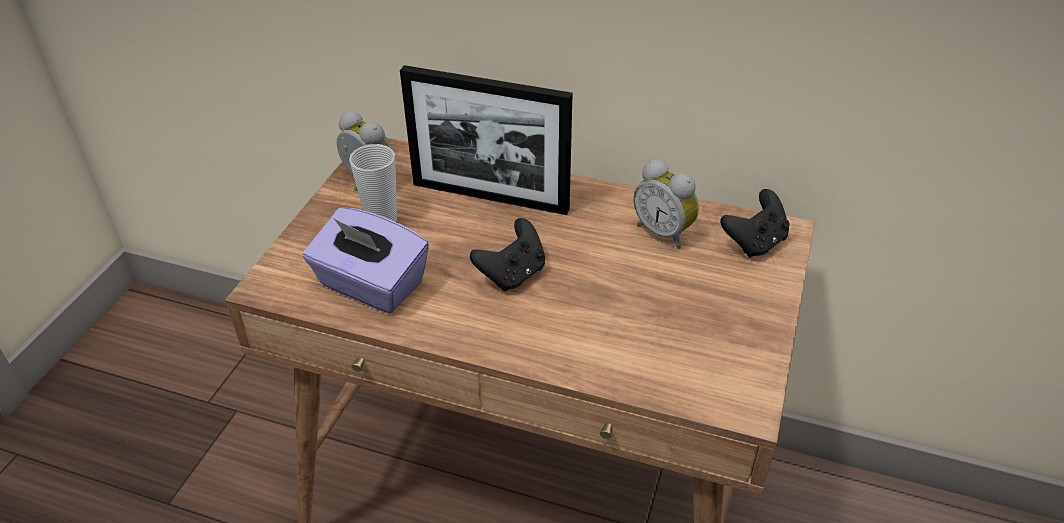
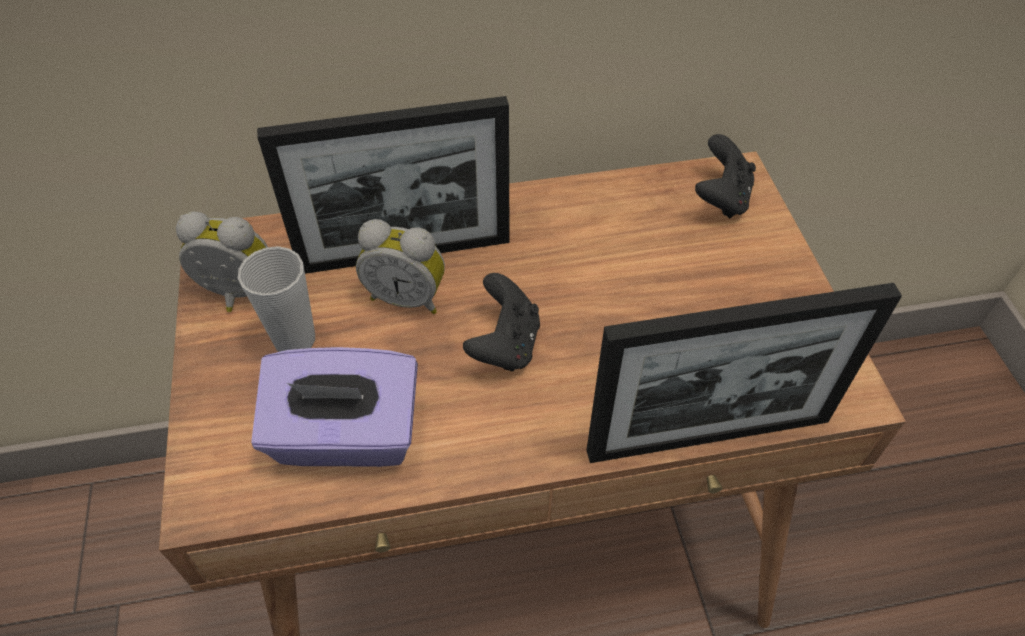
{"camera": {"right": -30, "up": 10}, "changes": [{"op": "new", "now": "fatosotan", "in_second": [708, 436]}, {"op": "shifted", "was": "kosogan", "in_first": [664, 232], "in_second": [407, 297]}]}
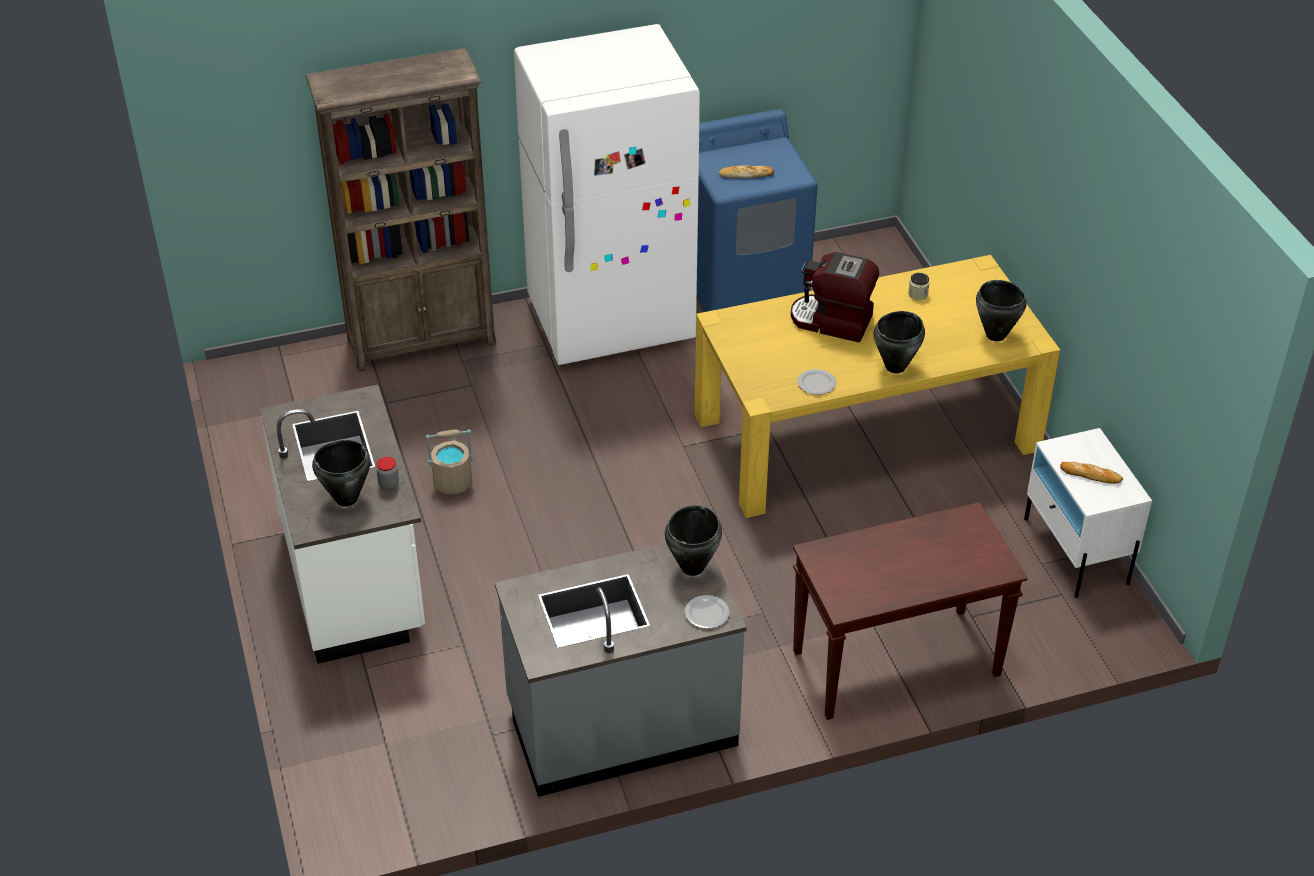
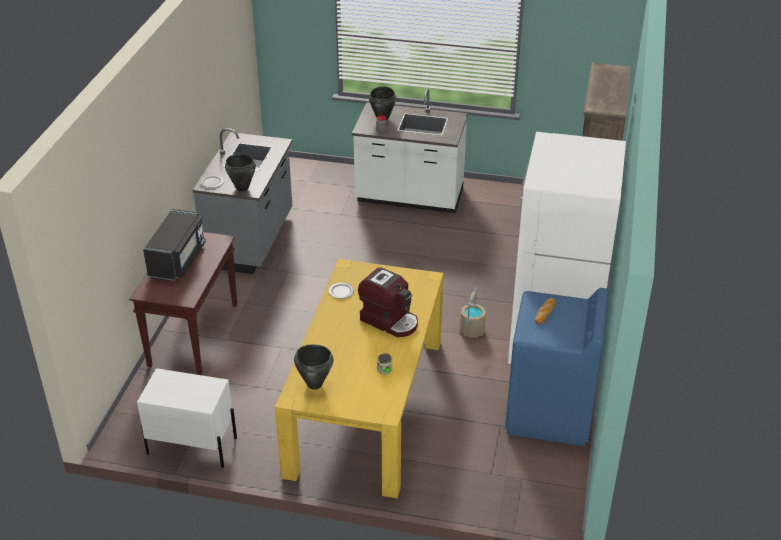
{"camera": {"right": 120, "up": -5}, "changes": [{"op": "gone", "was": "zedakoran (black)", "in_first": [896, 367]}, {"op": "gone", "was": "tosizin", "in_first": [1091, 475]}, {"op": "new", "now": "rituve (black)", "in_second": [177, 260]}, {"op": "shifted", "was": "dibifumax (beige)", "in_first": [452, 482], "in_second": [472, 330]}, {"op": "rotated", "was": "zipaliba", "in_first": [831, 322], "in_second": [390, 320], "clockwise": 75}]}
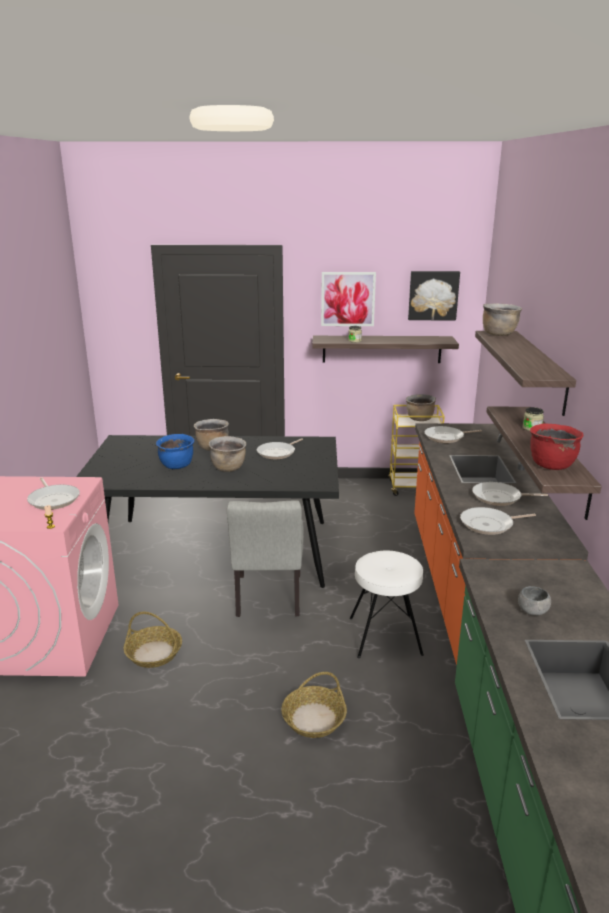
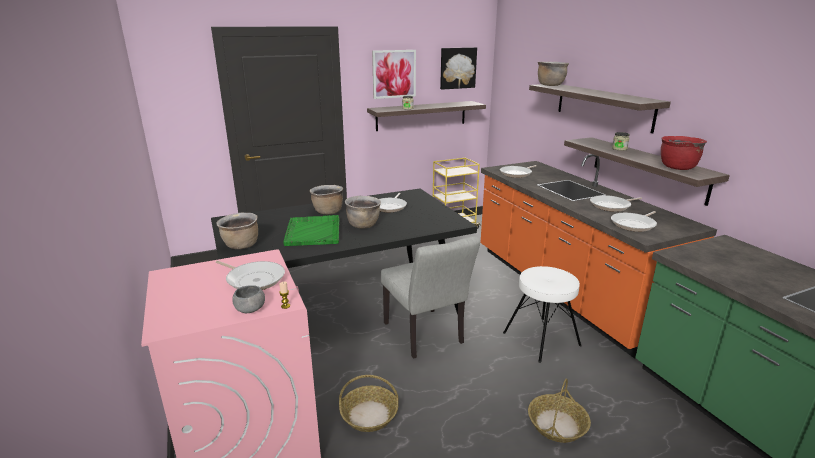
{"camera": {"right": -25, "up": 0}, "changes": [{"op": "shifted", "was": "zedakoran (brown)", "in_first": [419, 419], "in_second": [241, 246]}, {"op": "shifted", "was": "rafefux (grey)", "in_first": [532, 611], "in_second": [250, 309]}, {"op": "swapped", "was": "zedakoran (blue)", "now": "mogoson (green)", "in_first": [177, 466], "in_second": [313, 231]}]}
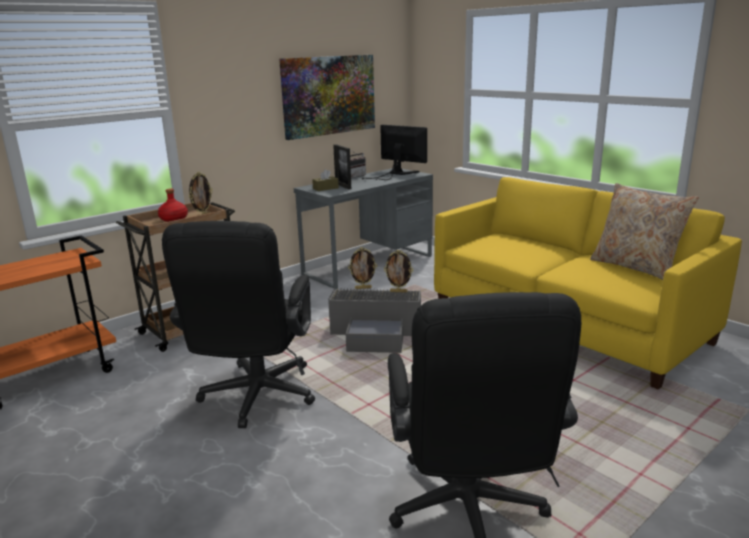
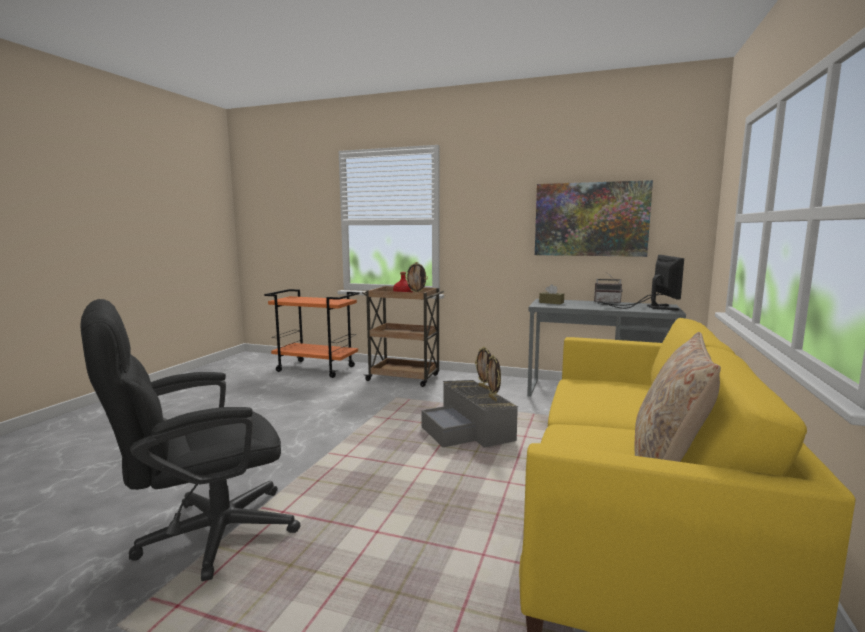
{"camera": {"right": 60, "up": -10}, "changes": [{"op": "gone", "was": "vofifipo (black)", "in_first": [255, 399]}, {"op": "gone", "was": "fatosotan", "in_first": [343, 186]}]}
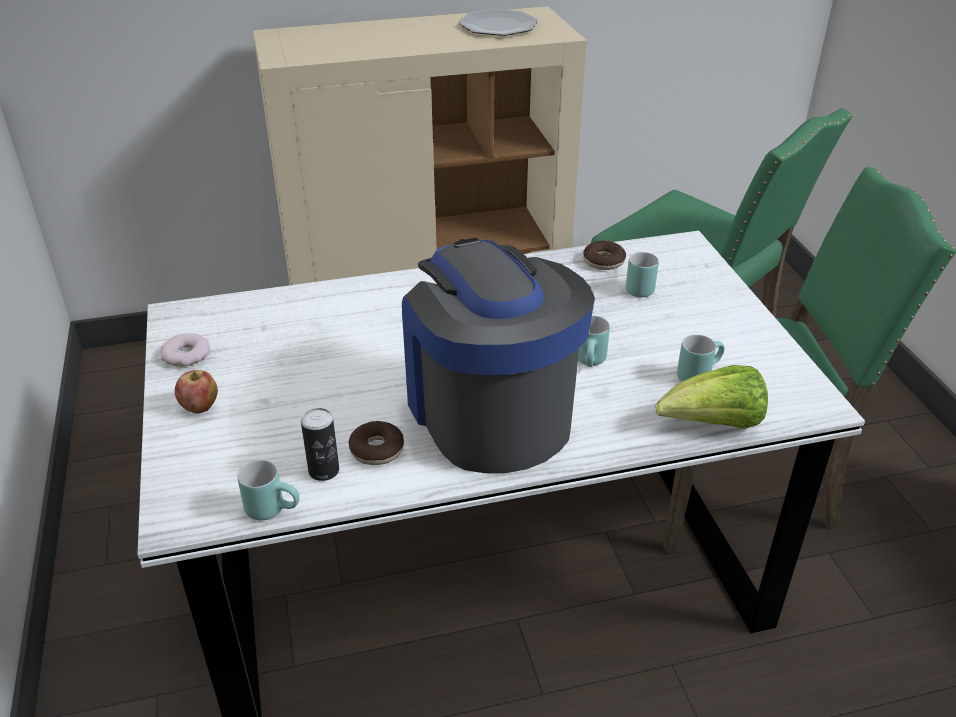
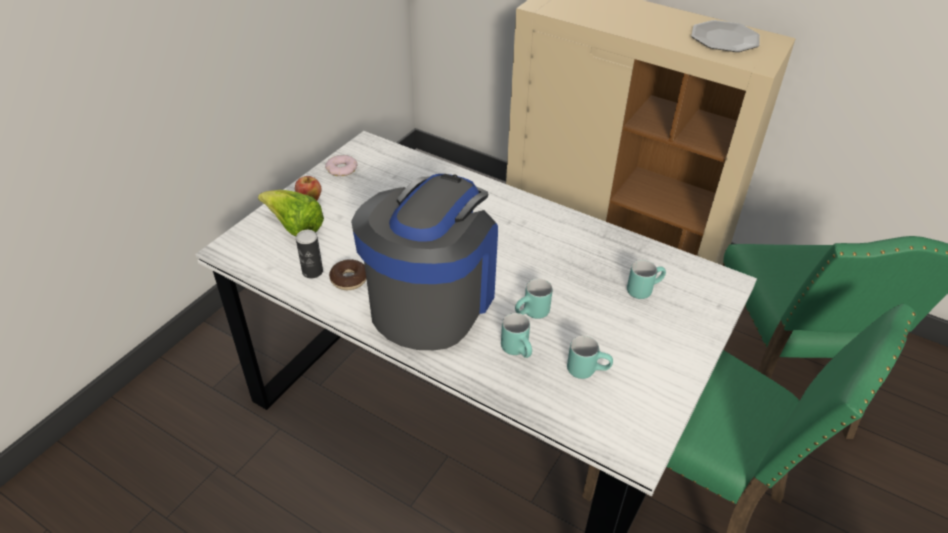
{"camera": {"right": 45, "up": 5}, "changes": [{"op": "gone", "was": "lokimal", "in_first": [603, 261]}, {"op": "shifted", "was": "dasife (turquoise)", "in_first": [274, 508], "in_second": [519, 350]}, {"op": "shifted", "was": "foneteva", "in_first": [713, 424], "in_second": [295, 228]}]}
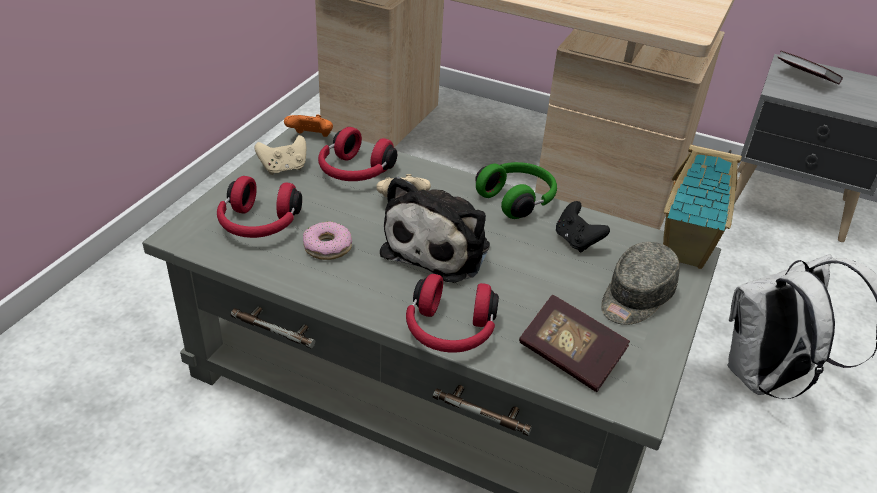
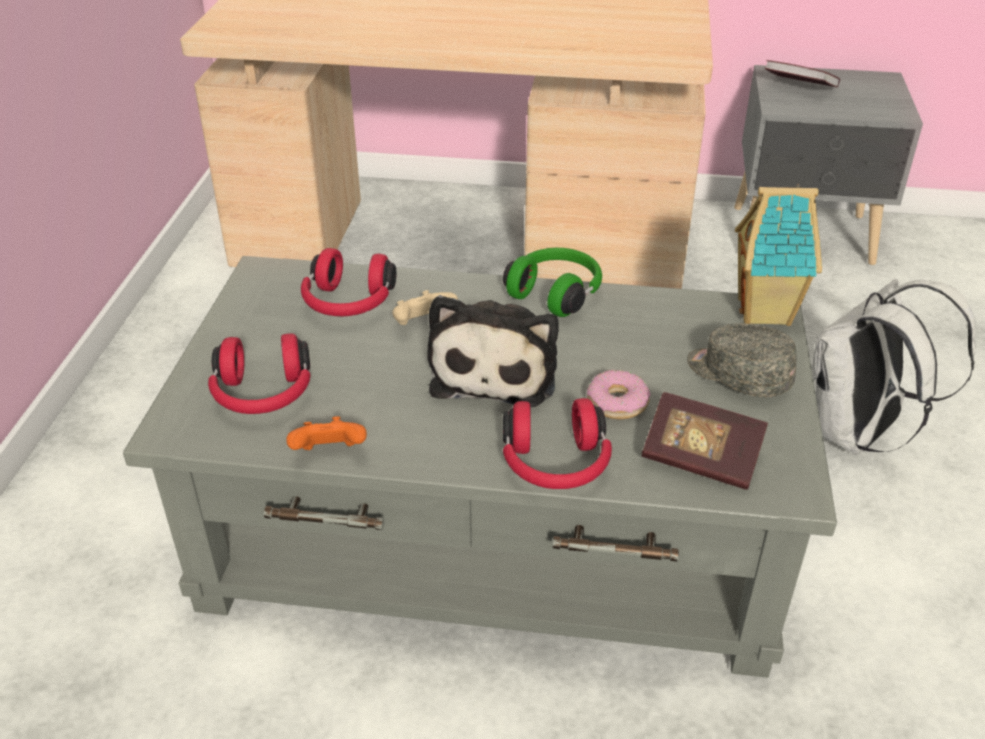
{"camera": {"right": -15, "up": 0}, "changes": [{"op": "gone", "was": "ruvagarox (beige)", "in_first": [284, 168]}, {"op": "gone", "was": "ruvagarox (black)", "in_first": [576, 241]}, {"op": "shifted", "was": "ruvagarox (orange)", "in_first": [311, 138], "in_second": [329, 453]}, {"op": "shifted", "was": "lokimal", "in_first": [327, 247], "in_second": [617, 402]}, {"op": "rotated", "was": "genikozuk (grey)", "in_first": [635, 298], "in_second": [737, 375], "clockwise": 105}]}
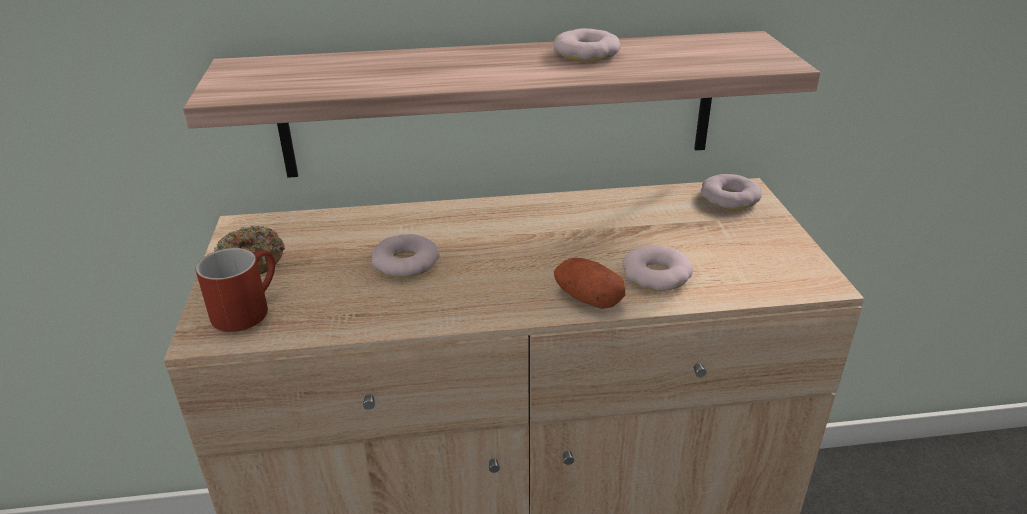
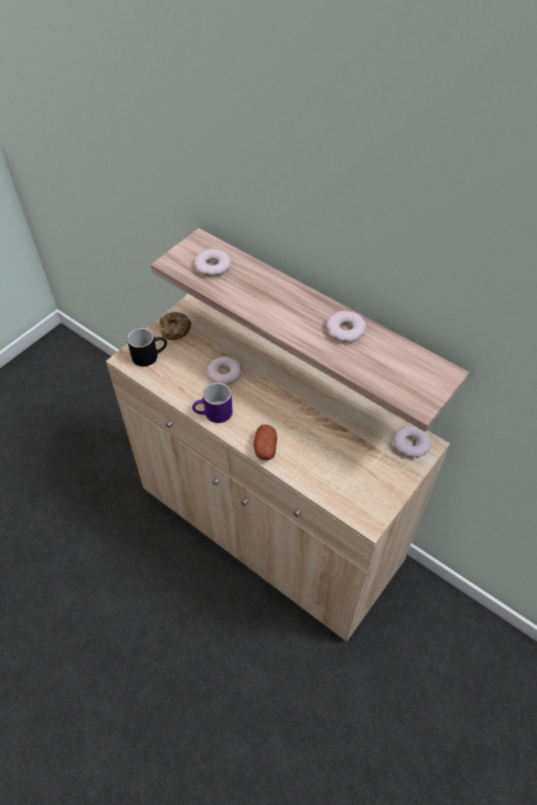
{"camera": {"right": 45, "up": 20}, "changes": [{"op": "new", "now": "dasife (purple)", "in_second": [213, 414]}, {"op": "shifted", "was": "lokimal", "in_first": [656, 275], "in_second": [212, 266]}, {"op": "repainted", "was": "dasife (red)", "now": "dasife (black)", "in_first": [247, 308], "in_second": [150, 355]}]}
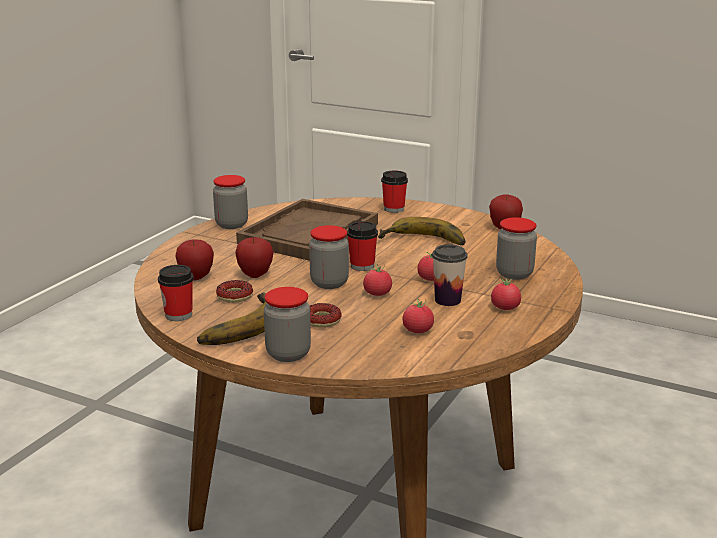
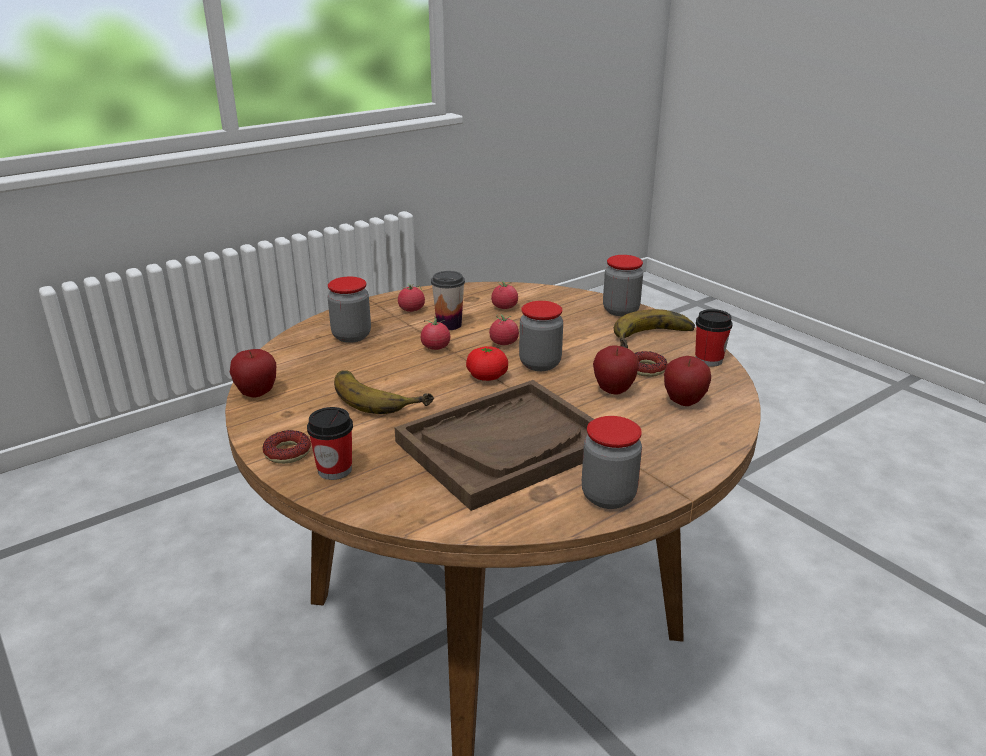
{"camera": {"right": -155, "up": 5}, "changes": [{"op": "shifted", "was": "lokimal", "in_first": [322, 320], "in_second": [287, 453]}, {"op": "swapped", "was": "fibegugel", "now": "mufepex", "in_first": [362, 266], "in_second": [487, 377]}]}
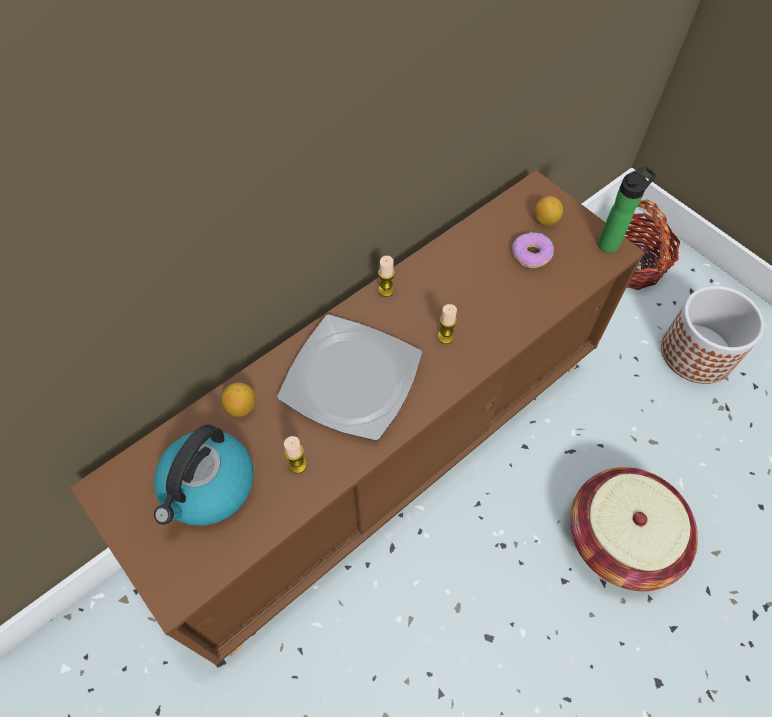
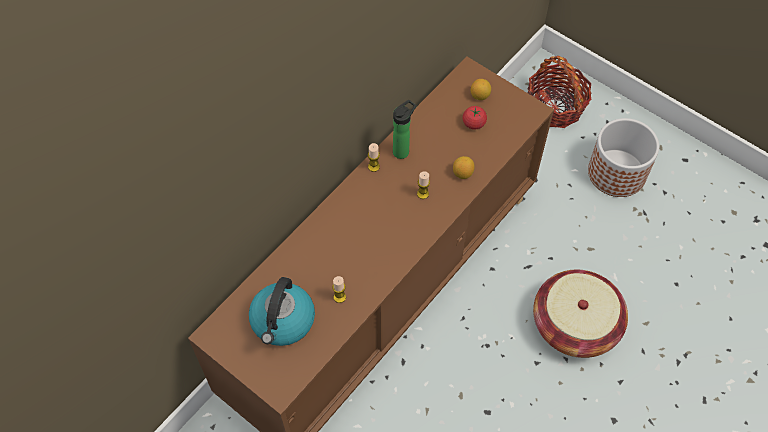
{"camera": {"right": -10, "up": 0}, "changes": [{"op": "gone", "was": "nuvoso", "in_first": [351, 378]}, {"op": "shifted", "was": "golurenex", "in_first": [241, 407], "in_second": [462, 173]}, {"op": "shifted", "was": "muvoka", "in_first": [610, 243], "in_second": [402, 150]}, {"op": "swapped", "was": "lokimal", "now": "mufepex", "in_first": [532, 254], "in_second": [473, 123]}]}
